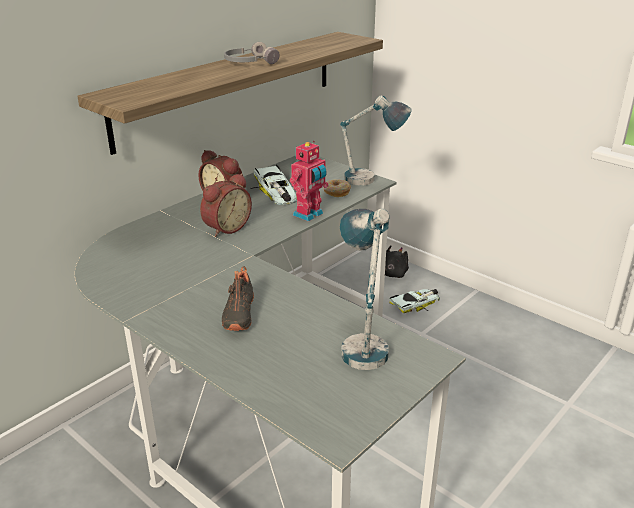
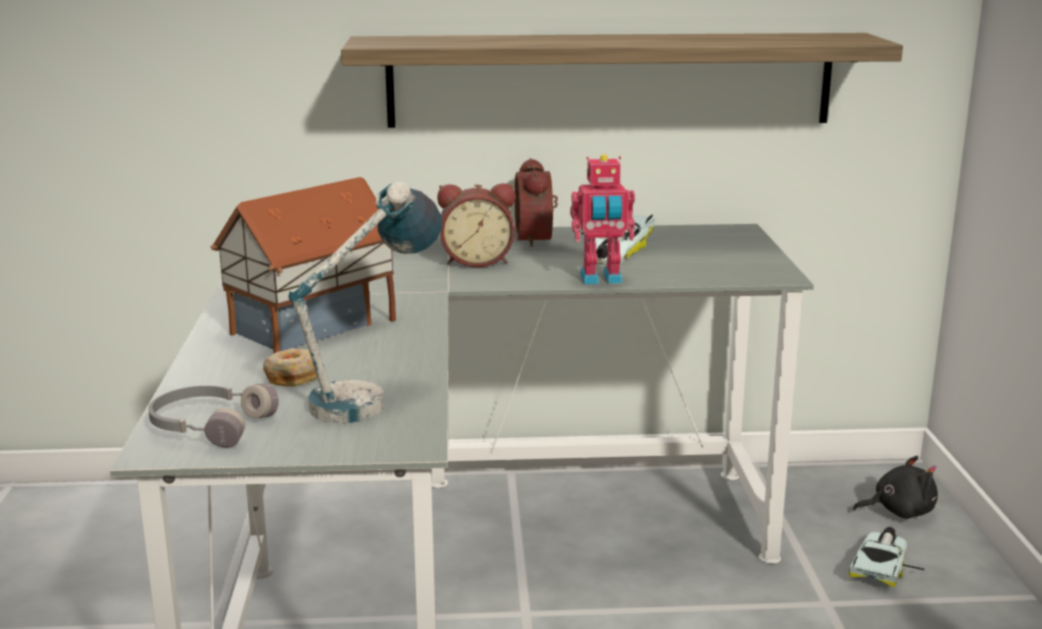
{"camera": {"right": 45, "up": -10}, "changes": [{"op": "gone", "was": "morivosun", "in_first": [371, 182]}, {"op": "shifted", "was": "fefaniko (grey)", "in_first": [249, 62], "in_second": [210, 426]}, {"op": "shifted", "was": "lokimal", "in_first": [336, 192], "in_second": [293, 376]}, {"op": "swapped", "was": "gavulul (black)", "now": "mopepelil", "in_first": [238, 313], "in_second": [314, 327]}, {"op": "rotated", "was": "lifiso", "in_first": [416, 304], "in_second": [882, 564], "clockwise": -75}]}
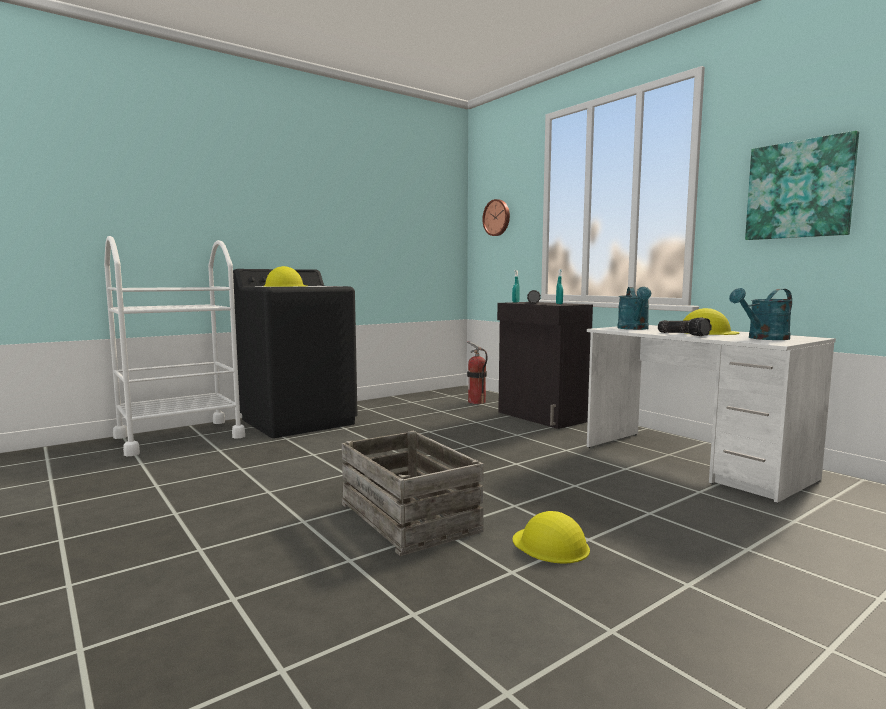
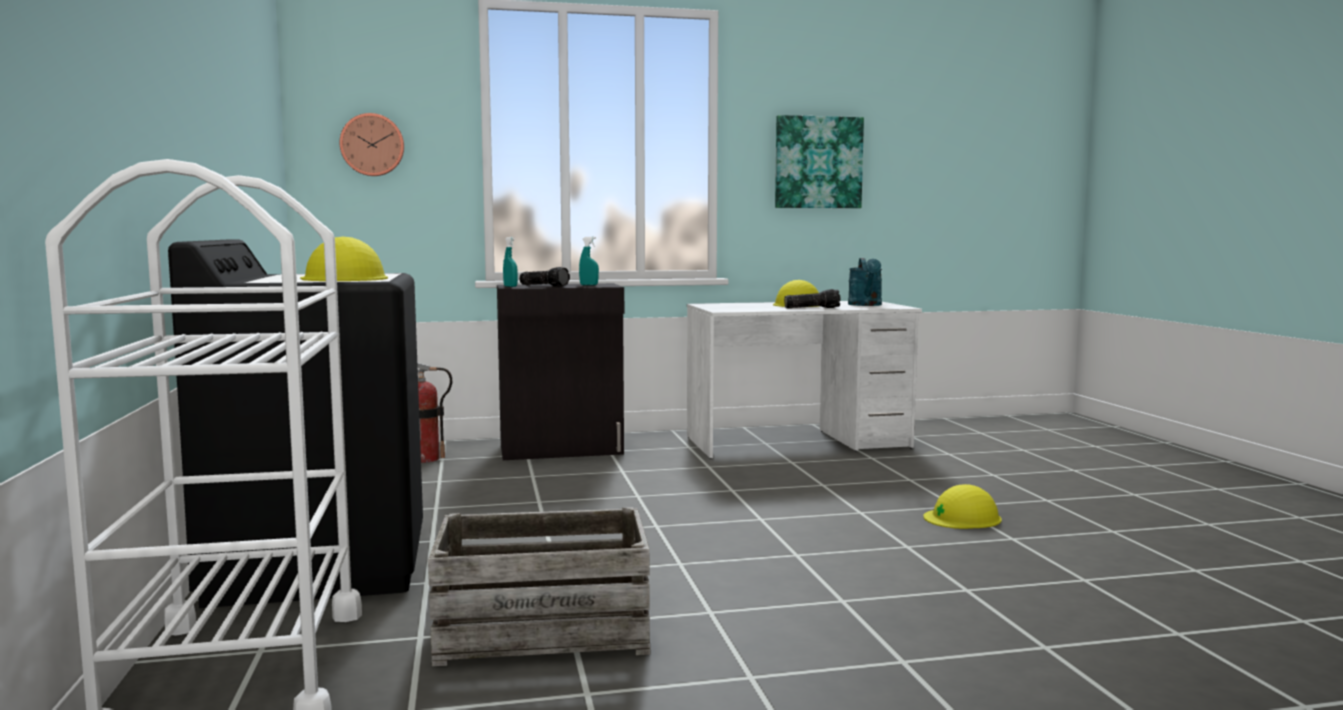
{"camera": {"right": -65, "up": 0}, "changes": [{"op": "gone", "was": "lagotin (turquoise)", "in_first": [634, 329]}, {"op": "shifted", "was": "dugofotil", "in_first": [410, 517], "in_second": [543, 629]}]}
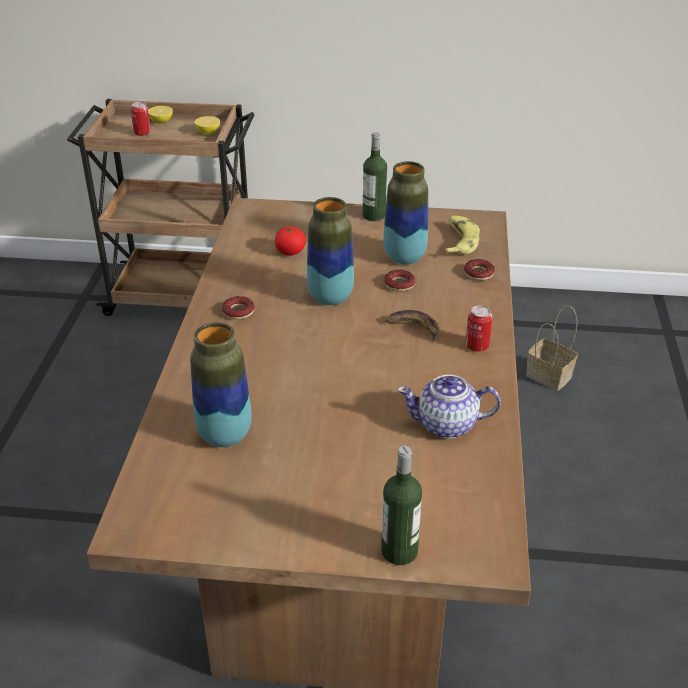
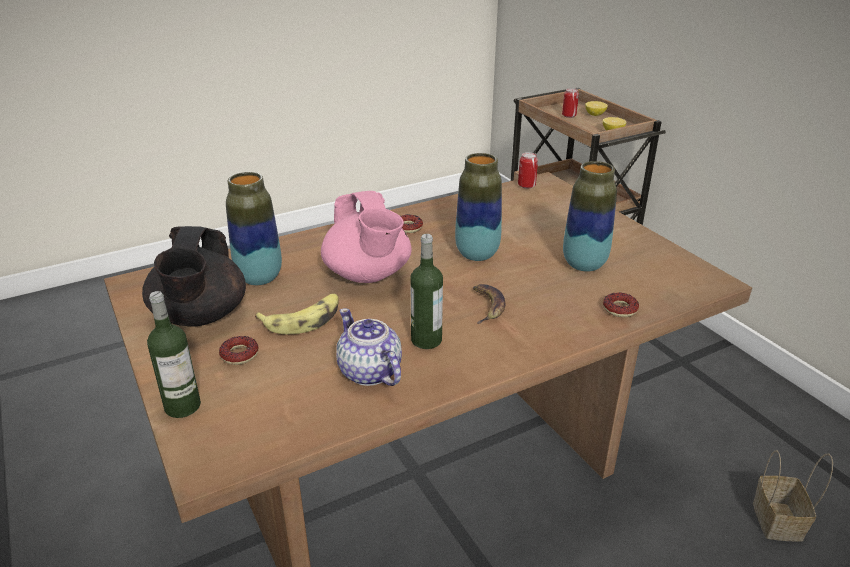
{"camera": {"right": 55, "up": -5}, "changes": [{"op": "gone", "was": "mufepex", "in_first": [290, 252]}, {"op": "new", "now": "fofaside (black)", "in_second": [200, 316]}, {"op": "new", "now": "fofaside (pink)", "in_second": [368, 275]}, {"op": "shifted", "was": "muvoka", "in_first": [374, 215], "in_second": [426, 340]}, {"op": "shifted", "was": "lokimal", "in_first": [399, 284], "in_second": [239, 354]}, {"op": "shifted", "was": "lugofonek", "in_first": [458, 241], "in_second": [303, 320]}, {"op": "shifted", "was": "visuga", "in_first": [477, 346], "in_second": [526, 185]}]}
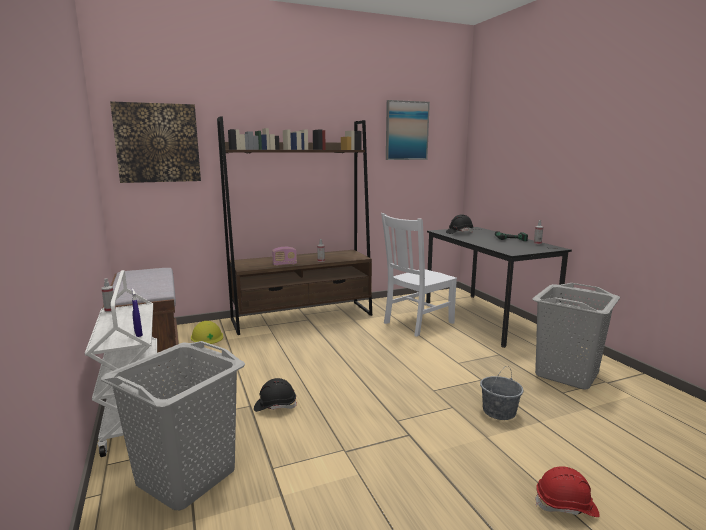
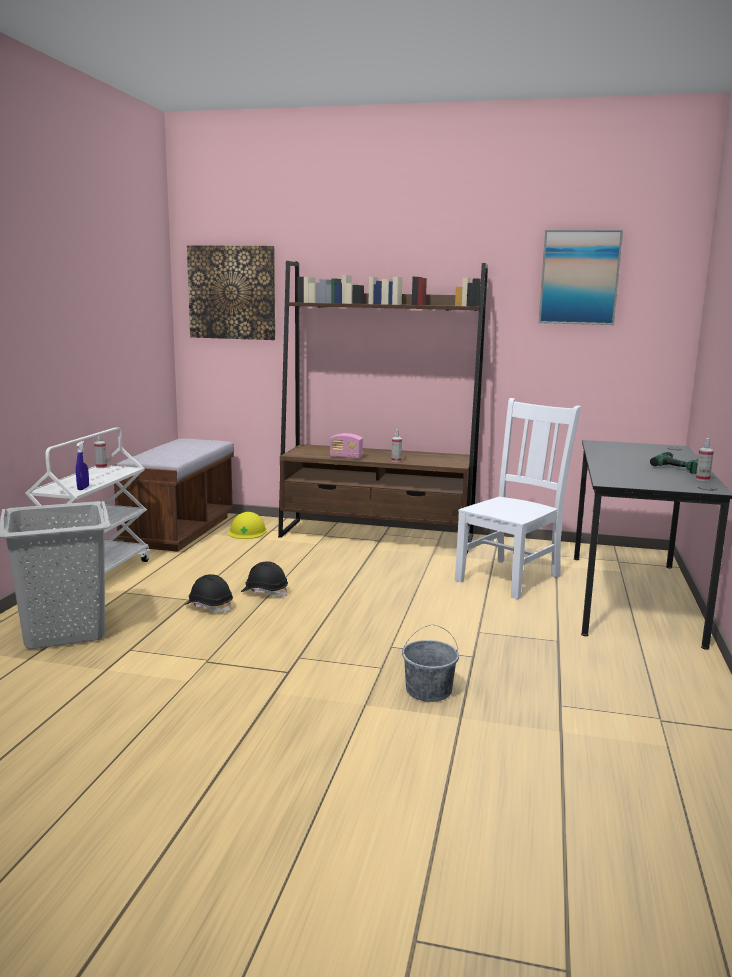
{"camera": {"right": 35, "up": 0}, "changes": [{"op": "gone", "was": "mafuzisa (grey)", "in_first": [567, 374]}, {"op": "gone", "was": "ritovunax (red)", "in_first": [566, 506]}, {"op": "shifted", "was": "ritovunax (black)", "in_first": [459, 232], "in_second": [264, 592]}, {"op": "rotated", "was": "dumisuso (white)", "in_first": [417, 323], "in_second": [510, 577], "clockwise": 135}]}
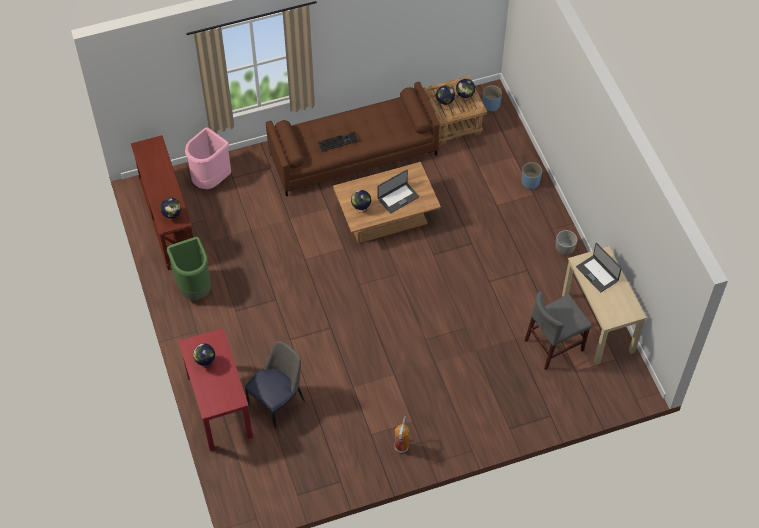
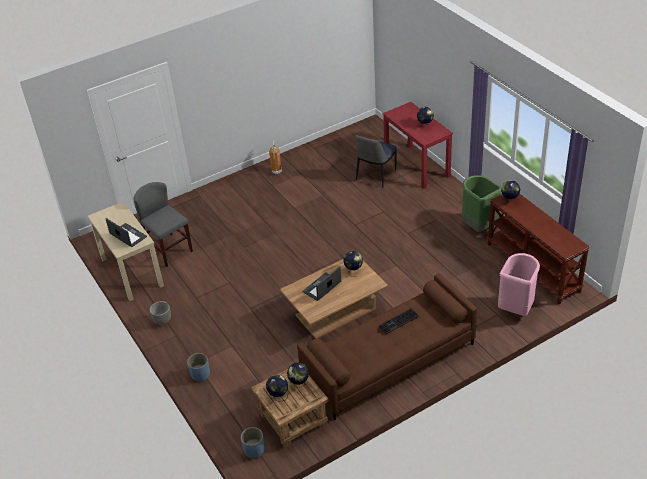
{"camera": {"right": 170, "up": -15}, "changes": [{"op": "rotated", "was": "dumisuso (grey)", "in_first": [554, 345], "in_second": [168, 250], "clockwise": -90}]}
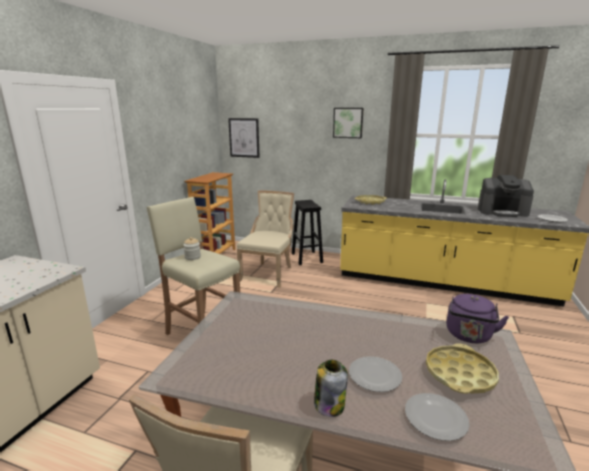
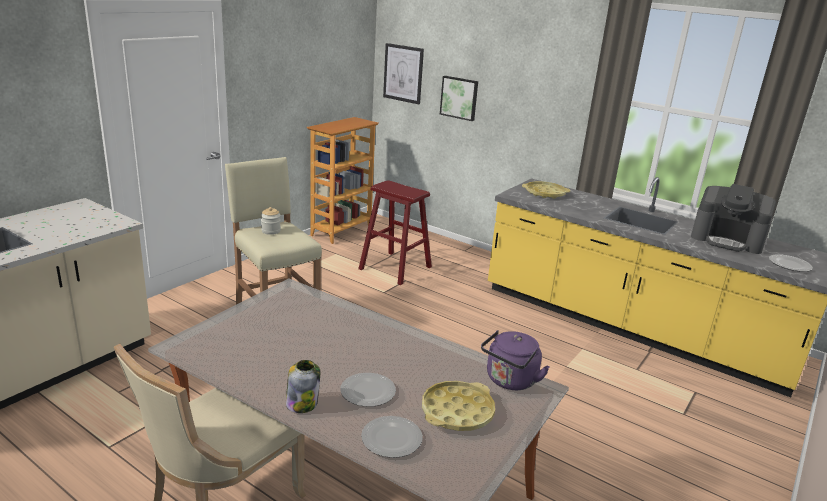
{"camera": {"right": 15, "up": 5}, "changes": [{"op": "gone", "was": "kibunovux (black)", "in_first": [307, 258]}, {"op": "shifted", "was": "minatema", "in_first": [348, 123], "in_second": [459, 98]}, {"op": "swapped", "was": "dumisuso (beige)", "now": "kibunovux (red)", "in_first": [268, 273], "in_second": [395, 268]}]}
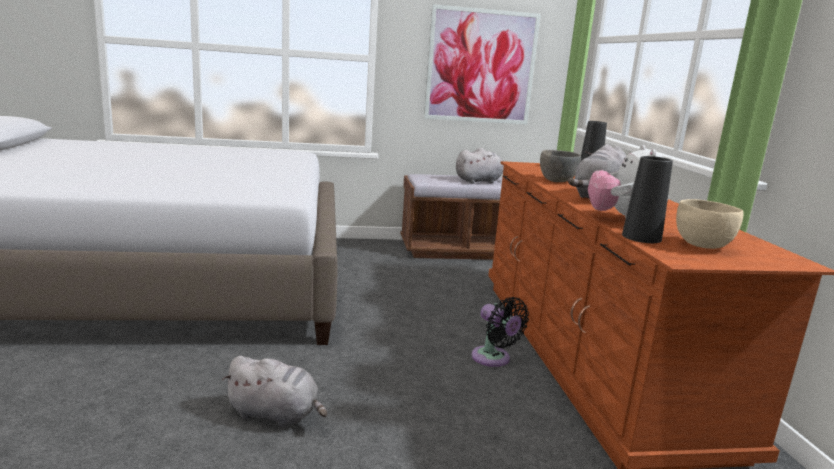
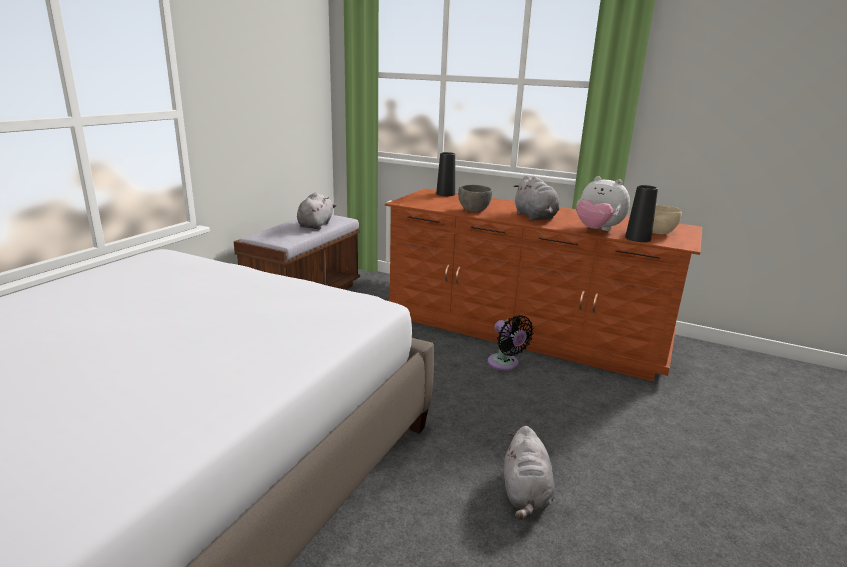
{"camera": {"right": -55, "up": 5}, "changes": [{"op": "gone", "was": "minatema", "in_first": [481, 66]}, {"op": "rotated", "was": "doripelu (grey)", "in_first": [276, 415], "in_second": [526, 494], "clockwise": 135}, {"op": "rotated", "was": "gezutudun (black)", "in_first": [493, 359], "in_second": [505, 364], "clockwise": 60}]}
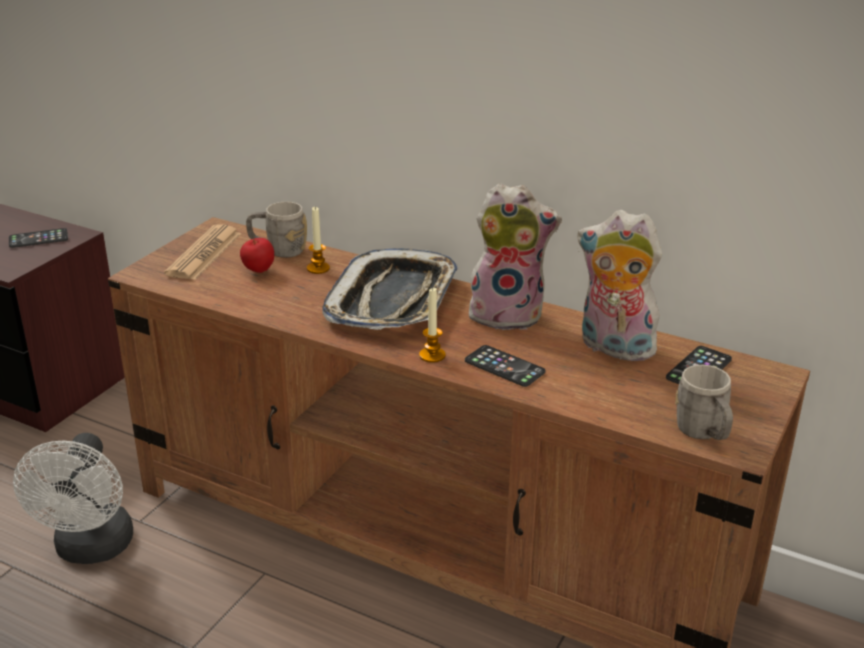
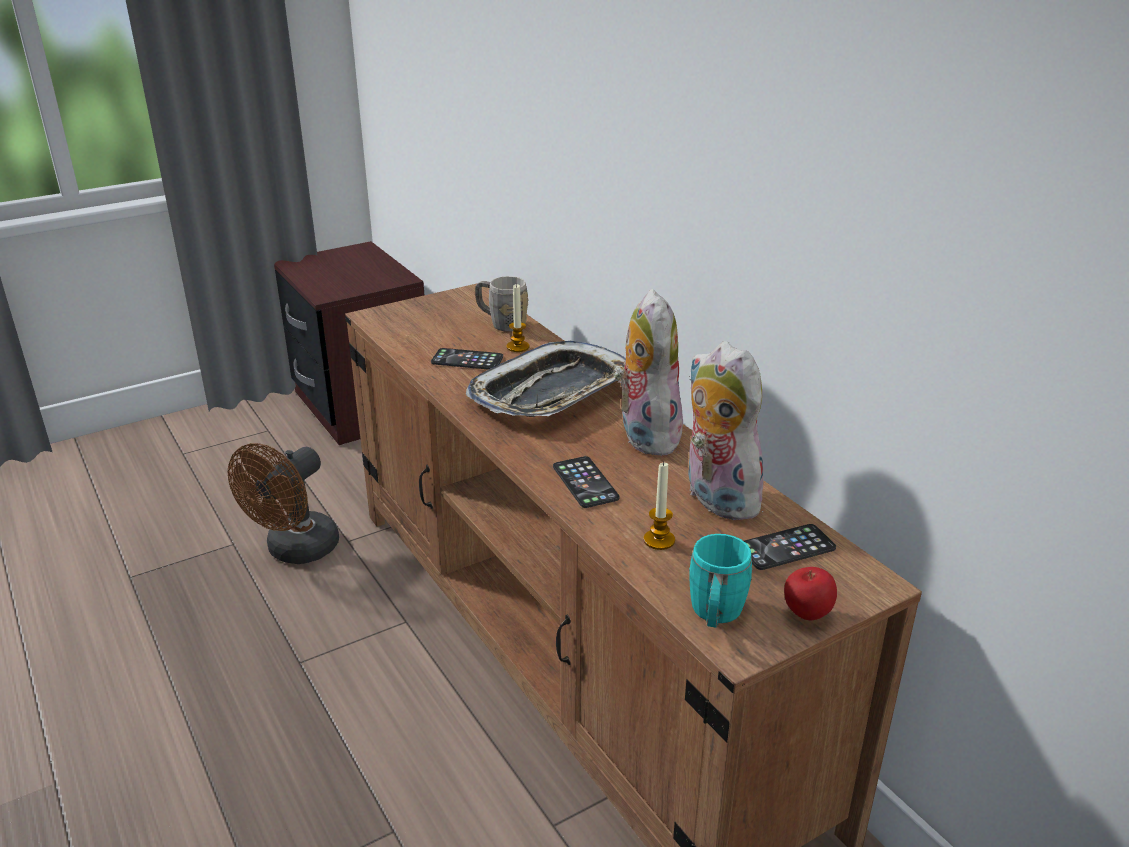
{"camera": {"right": 30, "up": 0}, "changes": [{"op": "gone", "was": "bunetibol", "in_first": [204, 254]}, {"op": "shifted", "was": "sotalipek", "in_first": [38, 239], "in_second": [467, 360]}, {"op": "shifted", "was": "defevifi", "in_first": [258, 271], "in_second": [806, 615]}, {"op": "shifted", "was": "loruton", "in_first": [432, 355], "in_second": [659, 540]}, {"op": "repainted", "was": "gezutudun (white)", "now": "gezutudun (brown)", "in_first": [91, 549], "in_second": [295, 551]}, {"op": "repainted", "was": "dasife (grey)", "now": "dasife (turquoise)", "in_first": [703, 434], "in_second": [715, 616]}, {"op": "rotated", "was": "doripelu", "in_first": [508, 314], "in_second": [645, 435], "clockwise": -135}]}
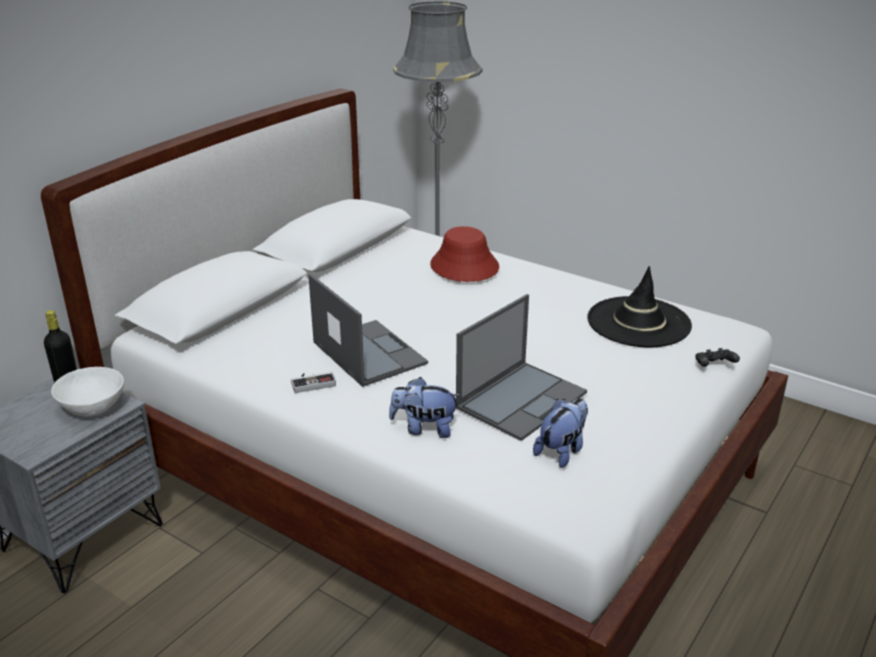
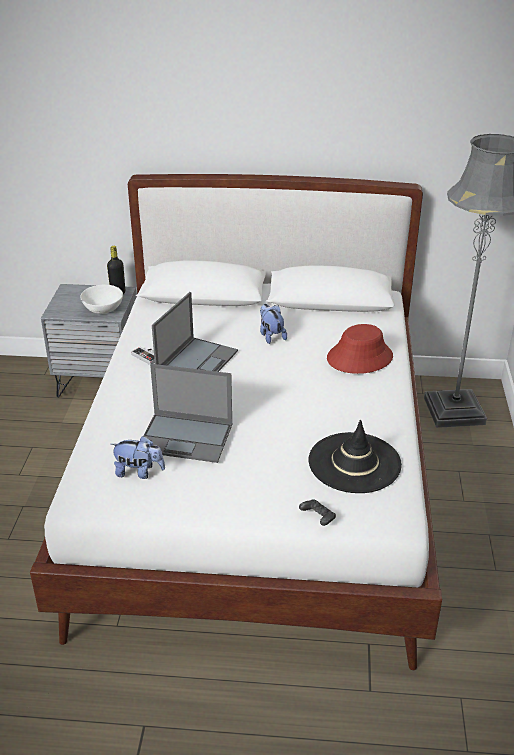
{"camera": {"right": 60, "up": 5}, "changes": [{"op": "shifted", "was": "doripelu", "in_first": [424, 429], "in_second": [271, 336]}]}
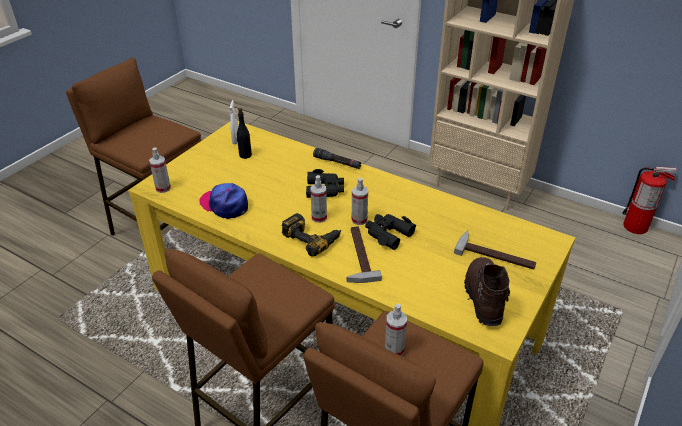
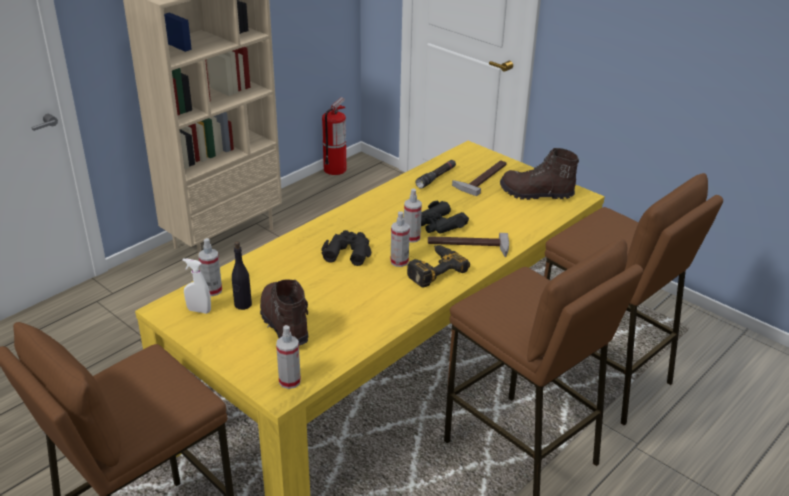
{"camera": {"right": -80, "up": -5}, "changes": [{"op": "gone", "was": "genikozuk", "in_first": [225, 205]}, {"op": "new", "now": "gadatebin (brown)", "in_second": [283, 324]}, {"op": "shifted", "was": "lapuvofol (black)", "in_first": [337, 162], "in_second": [436, 178]}, {"op": "shifted", "was": "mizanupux", "in_first": [394, 350], "in_second": [212, 290]}]}
